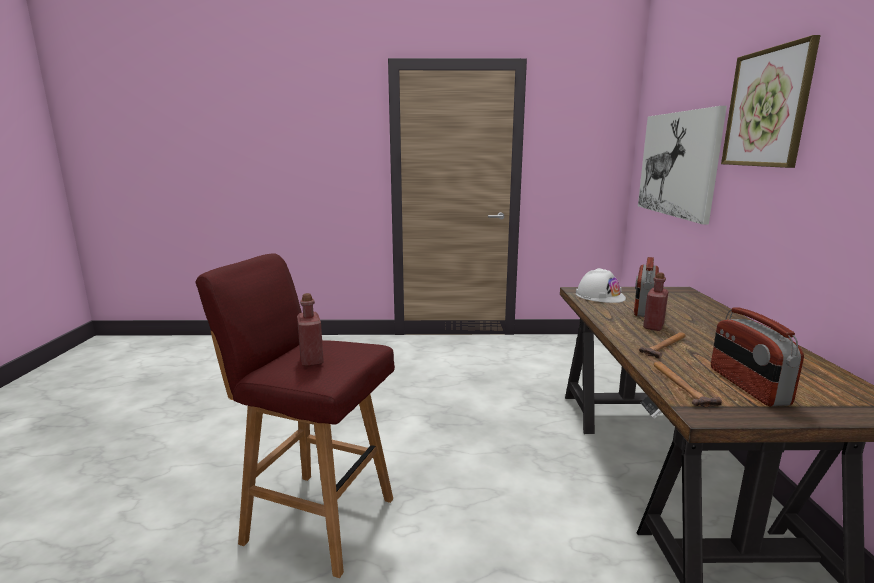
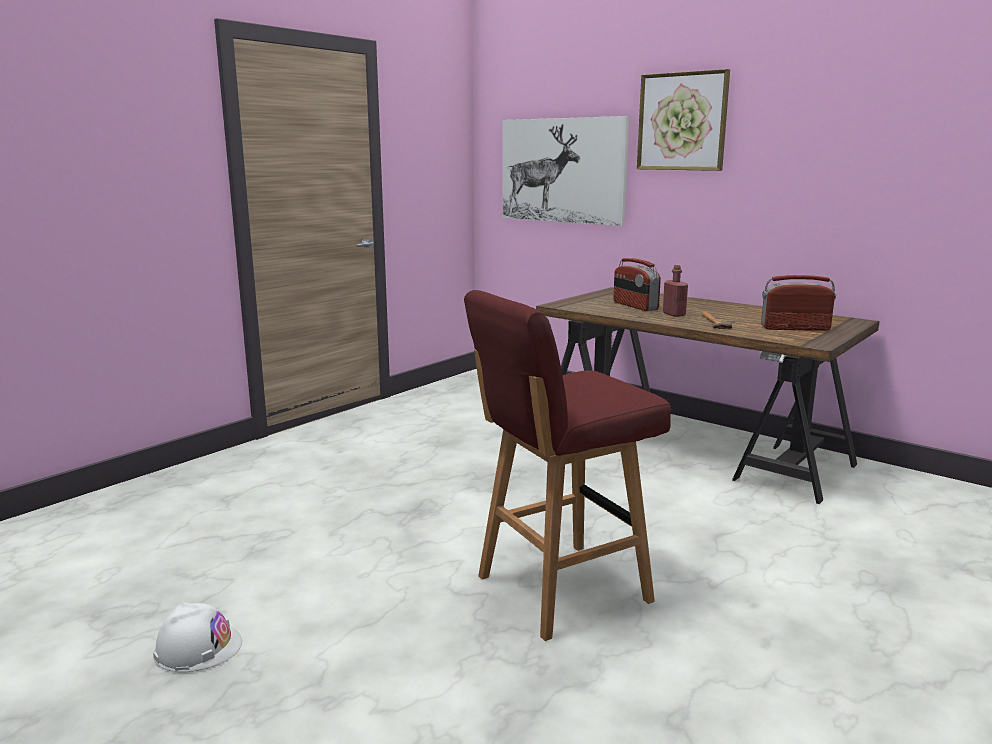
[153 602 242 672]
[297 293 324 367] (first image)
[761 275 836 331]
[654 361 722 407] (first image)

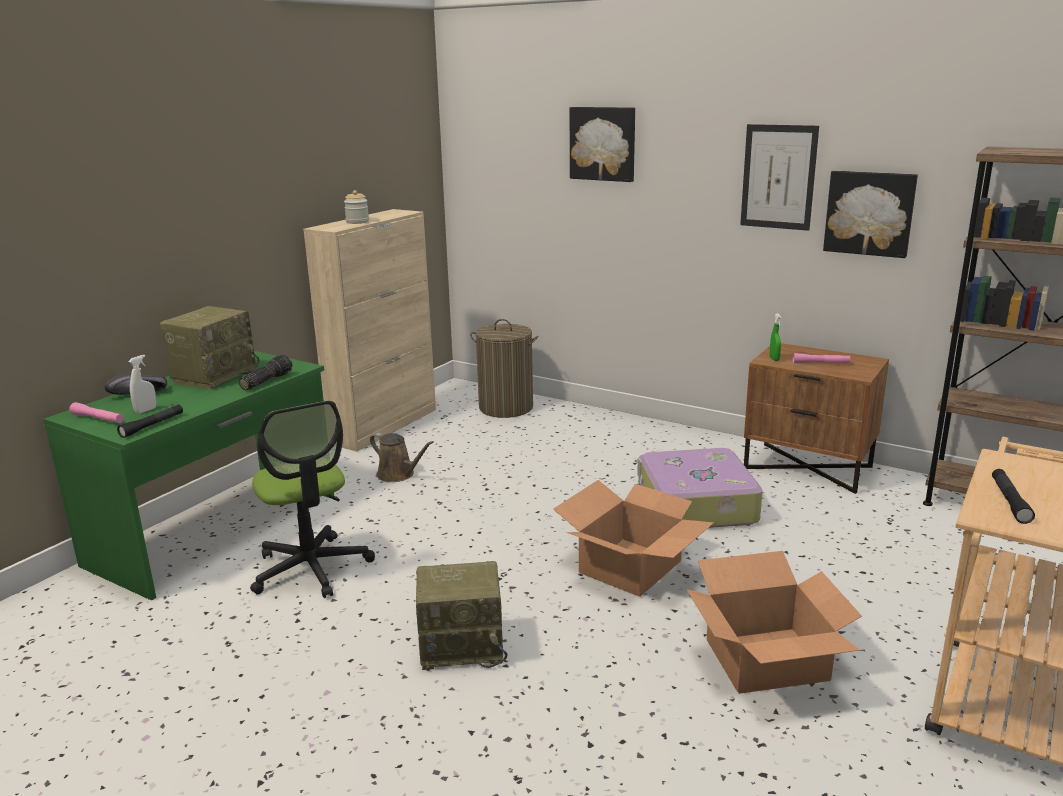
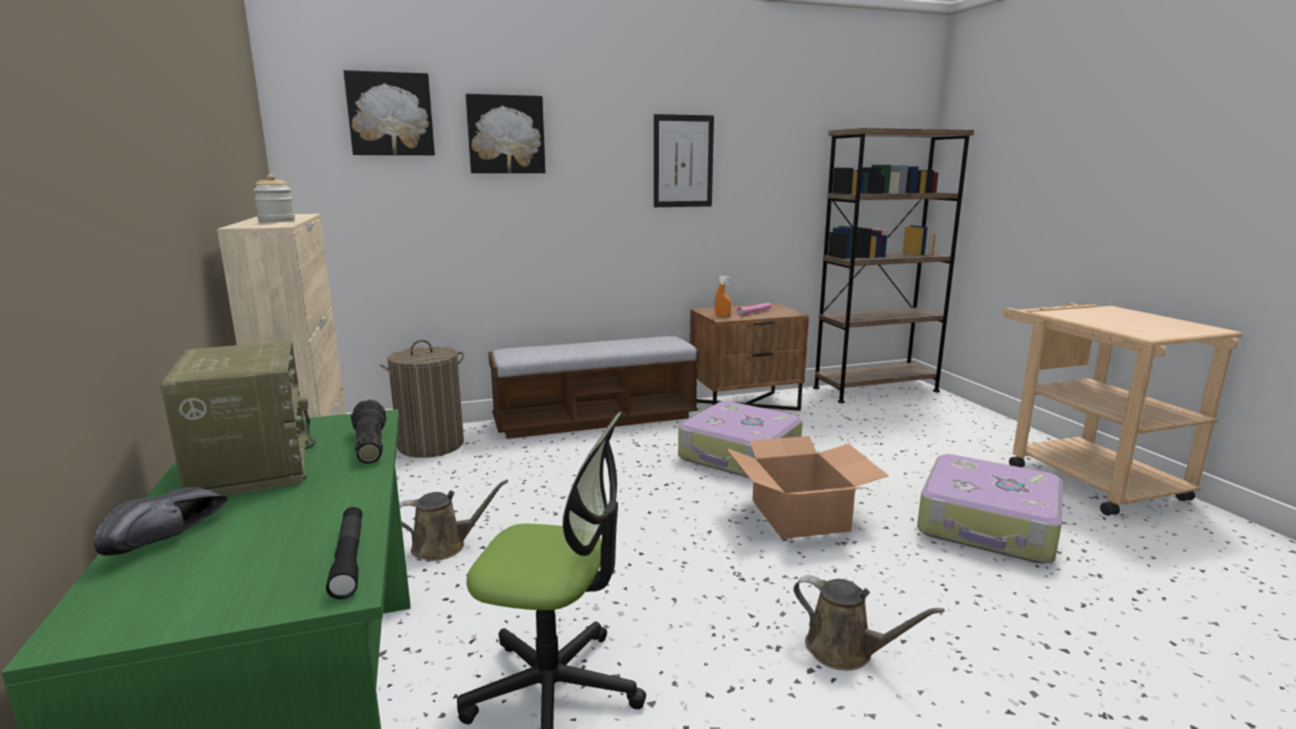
[344 70 435 155]
[715 276 731 317]
[128 355 156 414] (first image)
[69 402 124 423] (first image)
[992 469 1035 524] (first image)
[917 454 1063 563]
[794 575 945 670]
[488 336 699 439]

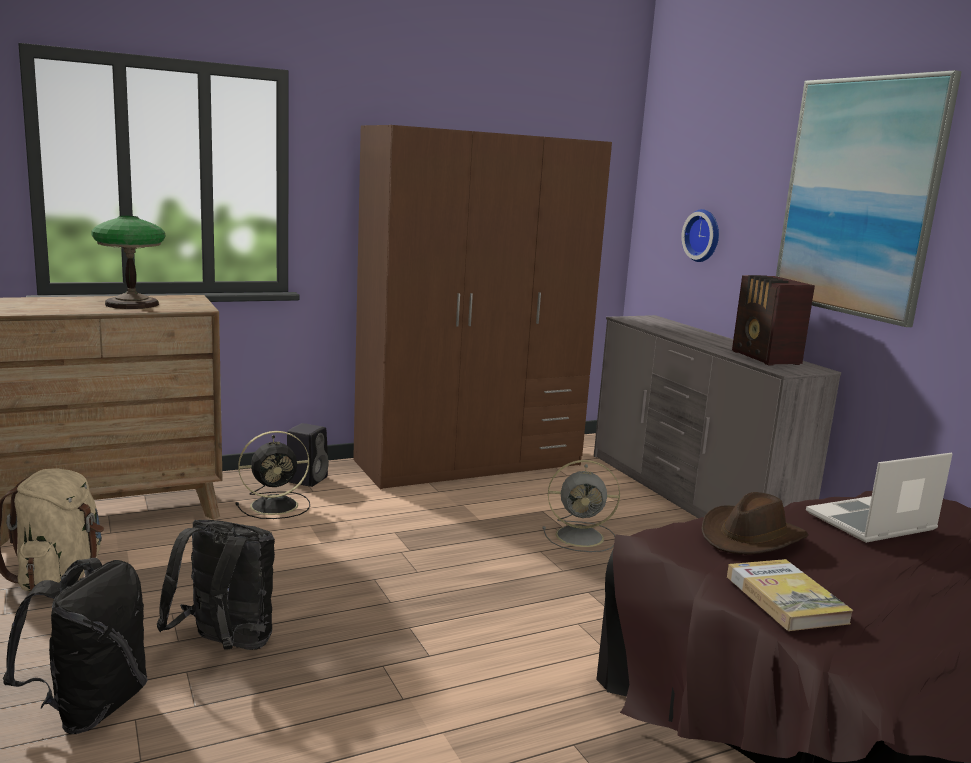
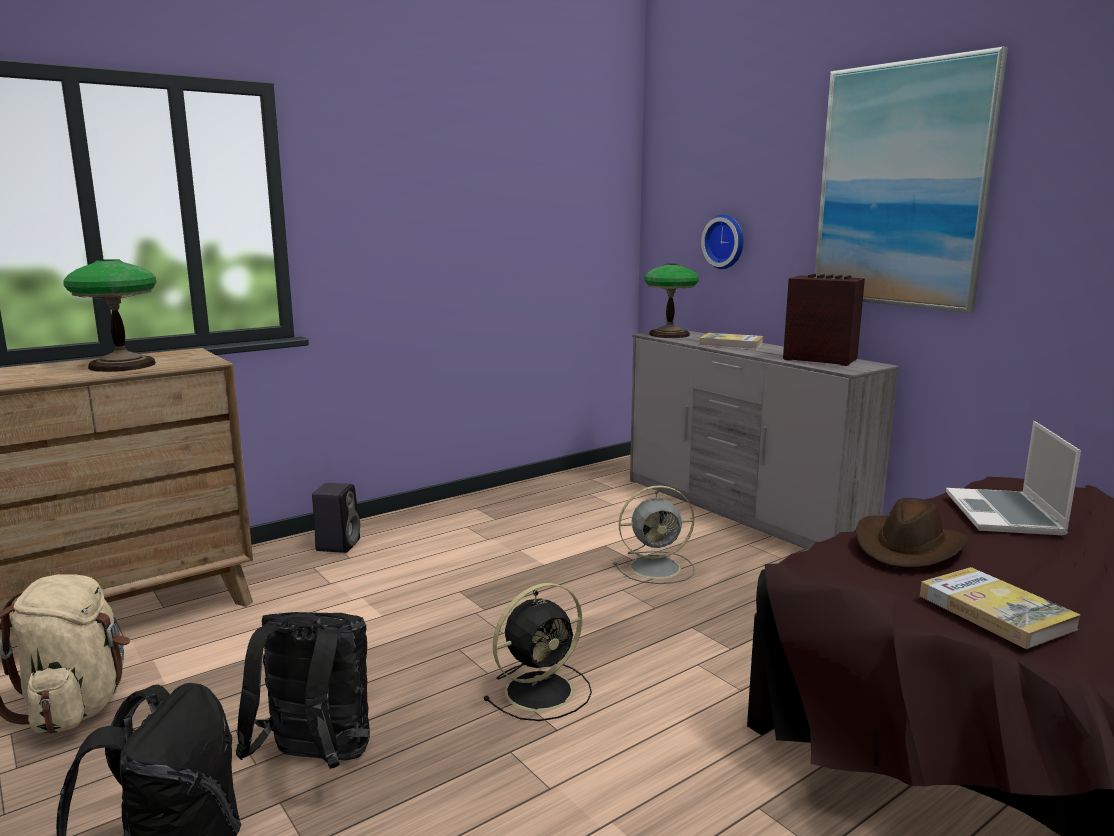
[353 125 612 490] (first image)
[783 274 865 366]
[483 583 592 721]
[946 421 1081 535]
[644 264 699 338]
[699 333 763 349]

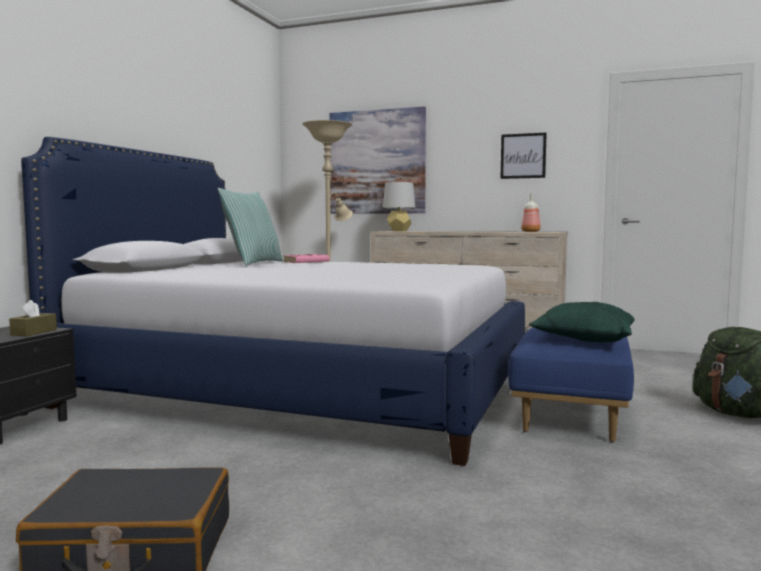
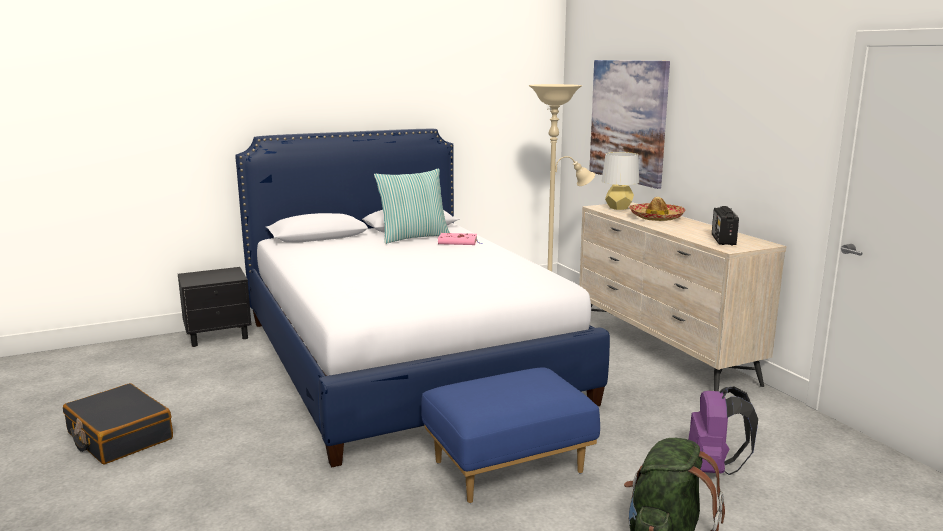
[500 133 547 179] (first image)
[712 206 739 245]
[9 300 57 336] (first image)
[529 302 635 342] (first image)
[629 197 686 221]
[688 386 758 475]

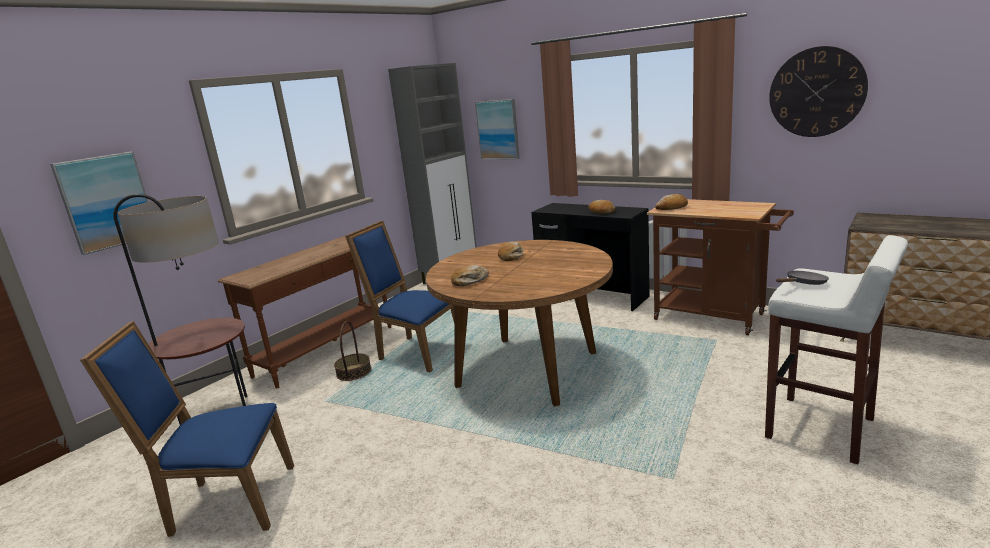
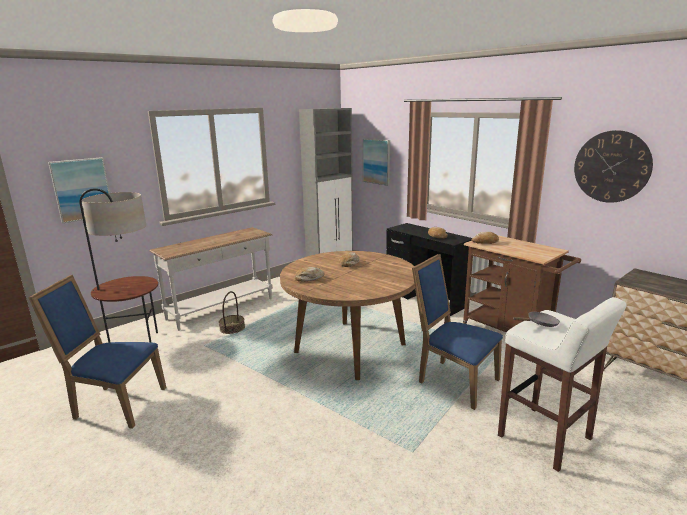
[412 254 503 410]
[150 227 273 331]

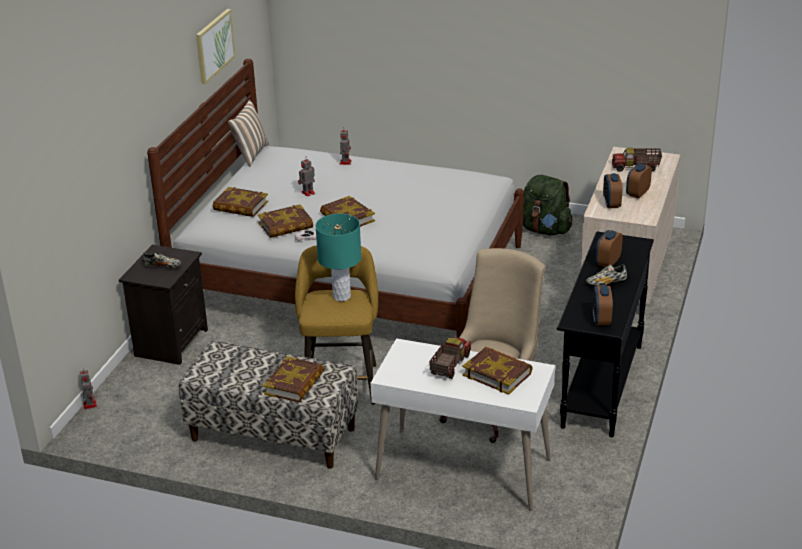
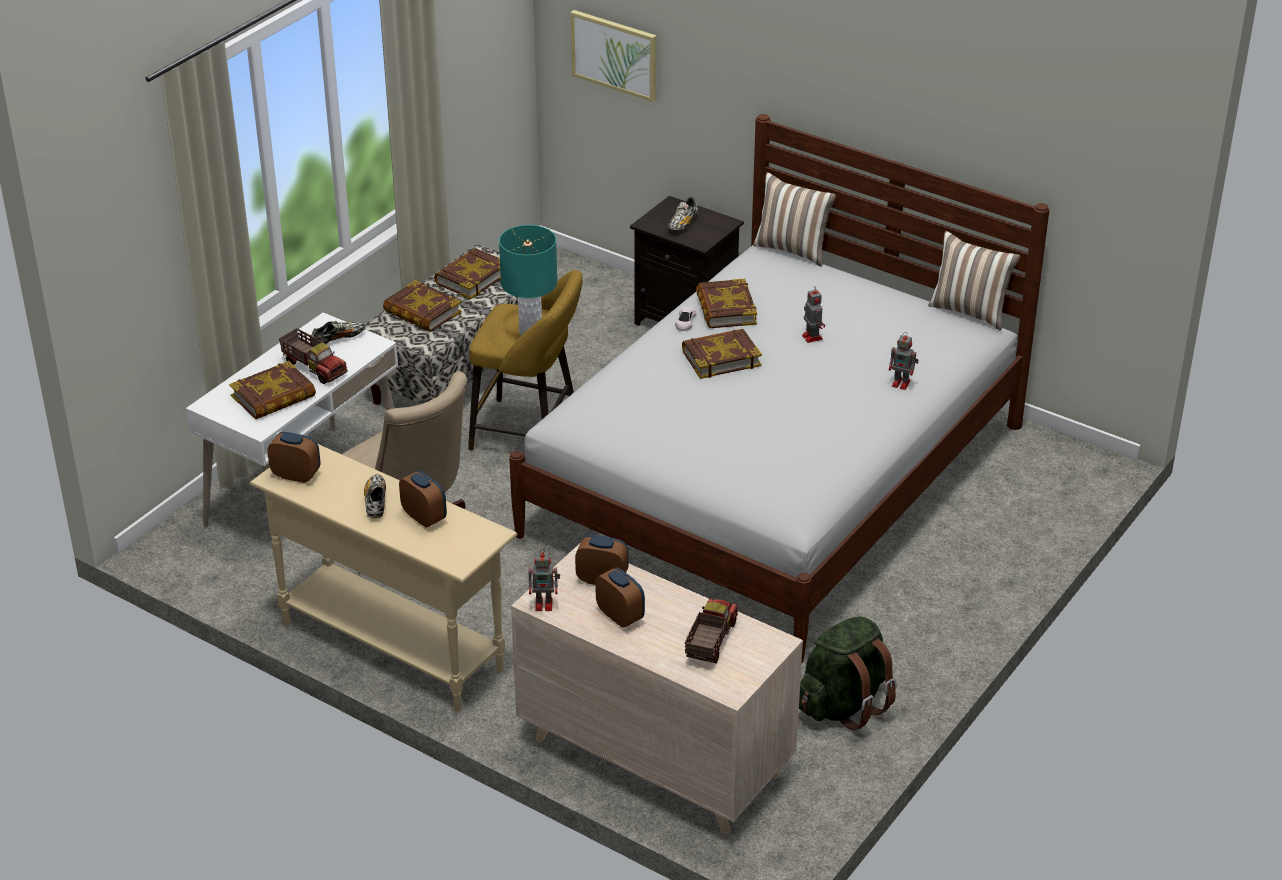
[571 10 656 102]
[434 248 501 299]
[250 444 517 712]
[528 549 560 611]
[753 172 836 267]
[311 321 365 344]

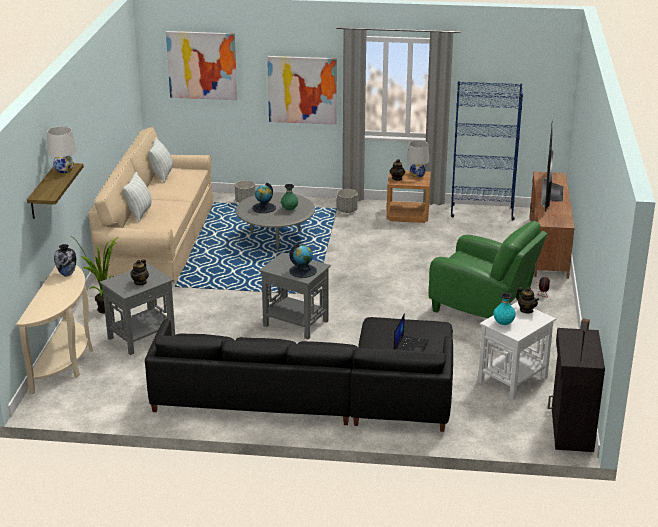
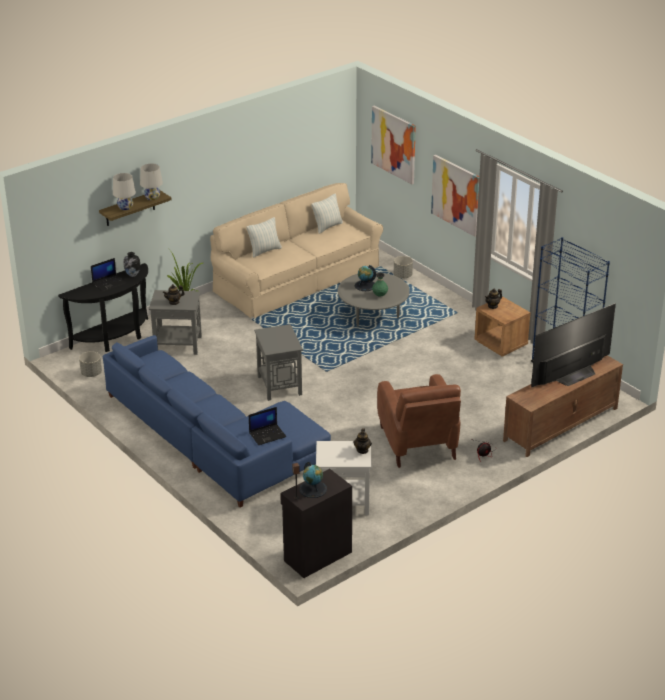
[113 173 136 210]
[79 351 102 377]
[377 374 461 468]
[299 462 327 498]
[58 263 148 352]
[494 292 516 325] (first image)
[103 335 331 508]
[91 258 126 291]

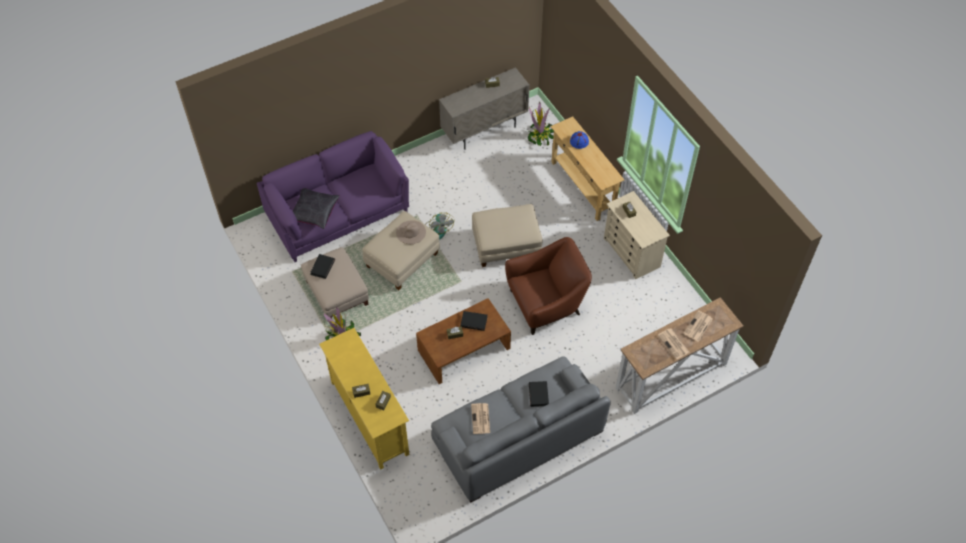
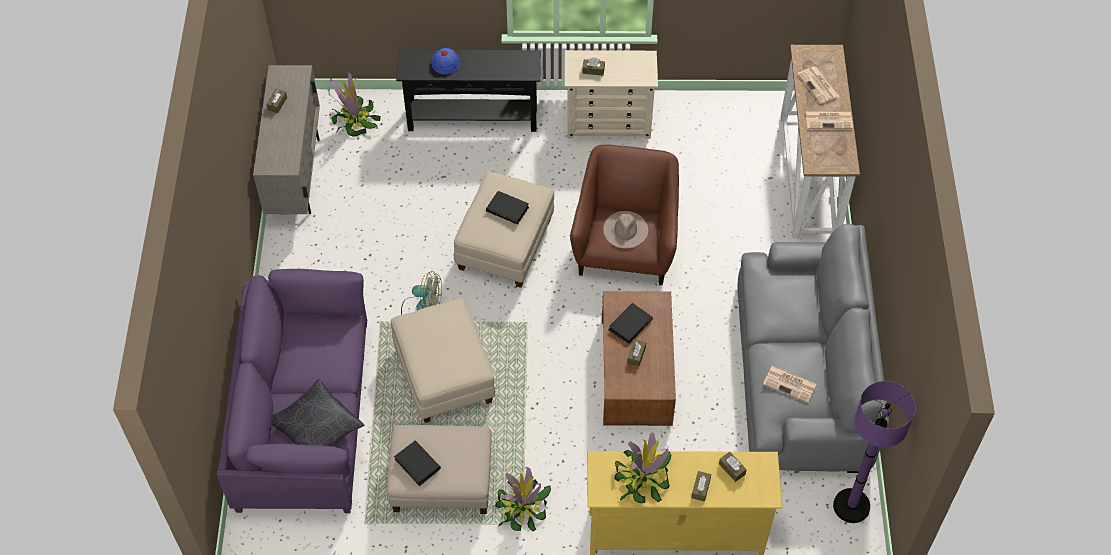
[396 50 541 132]
[603 211 648 249]
[486 191 529 225]
[833 381 916 523]
[614 432 671 503]

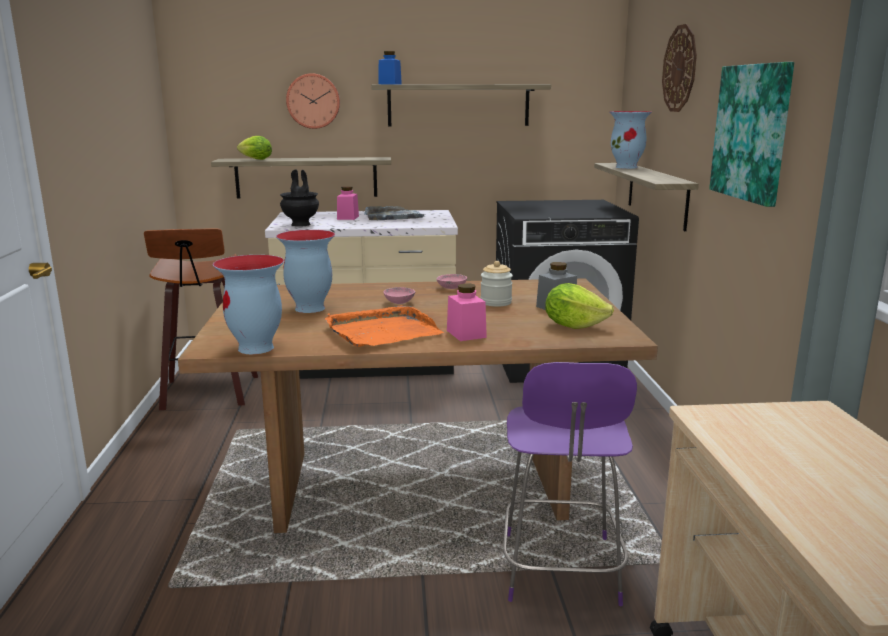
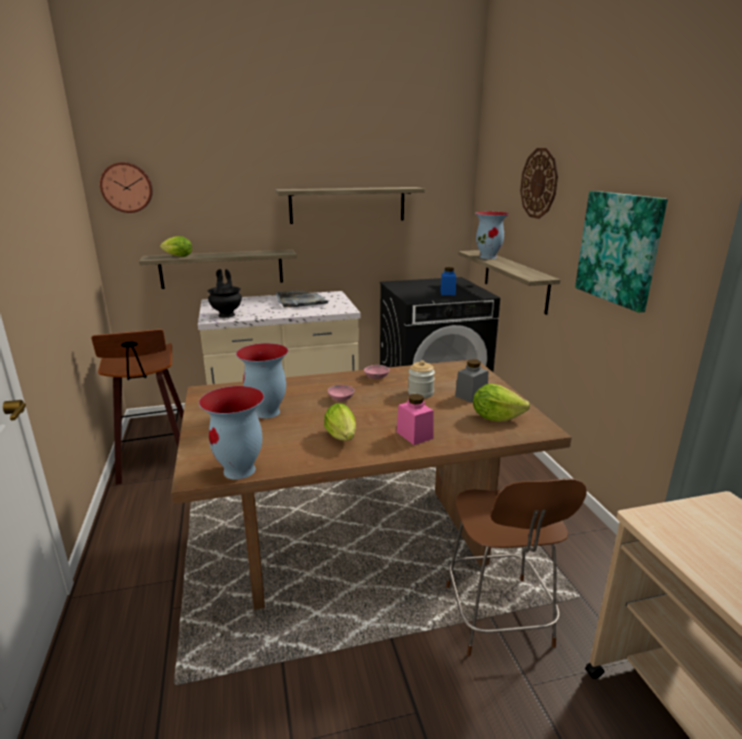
[440 267 456 295]
[100 162 153 213]
[337 186 359 220] (first image)
[324 403 356 441]
[446 478 587 656]

